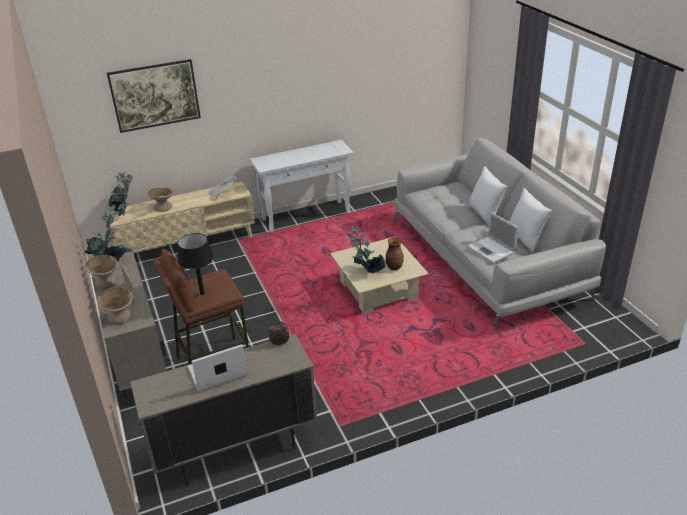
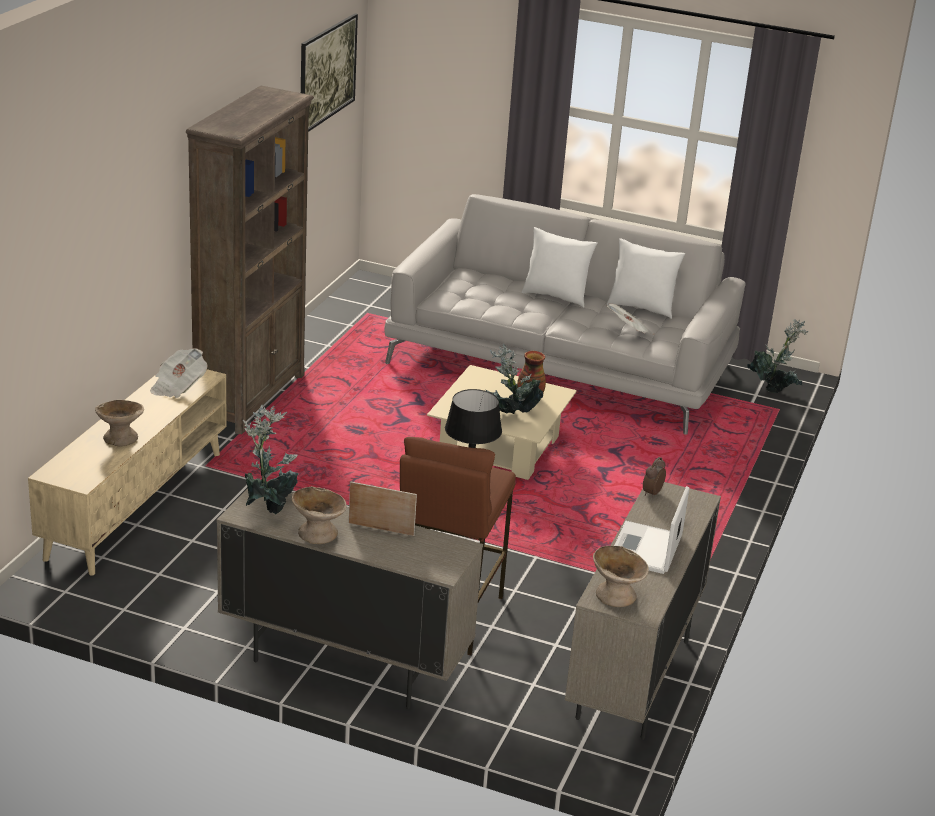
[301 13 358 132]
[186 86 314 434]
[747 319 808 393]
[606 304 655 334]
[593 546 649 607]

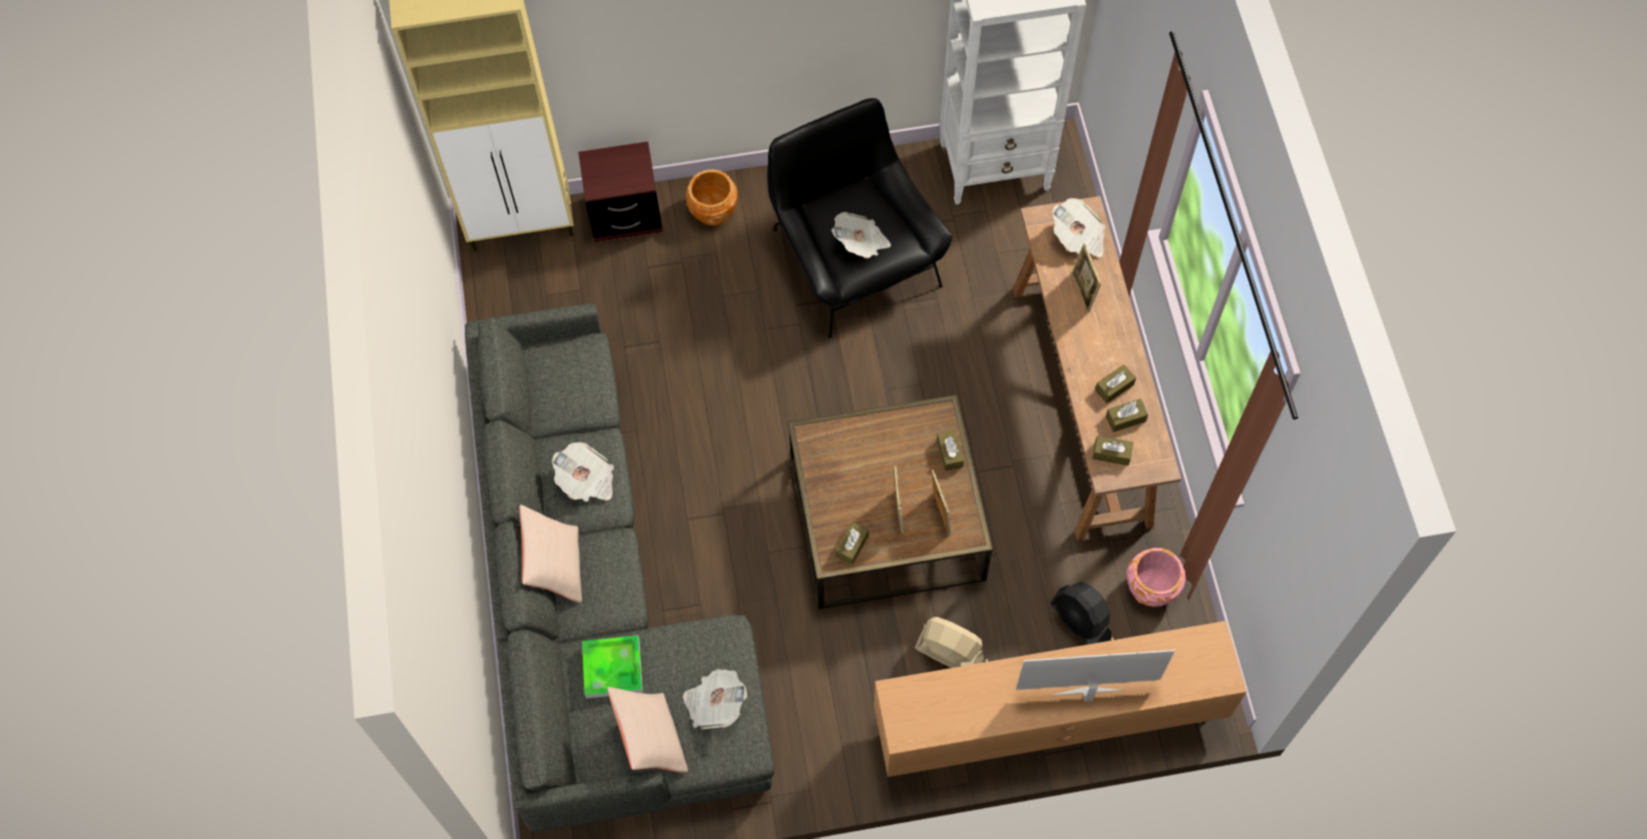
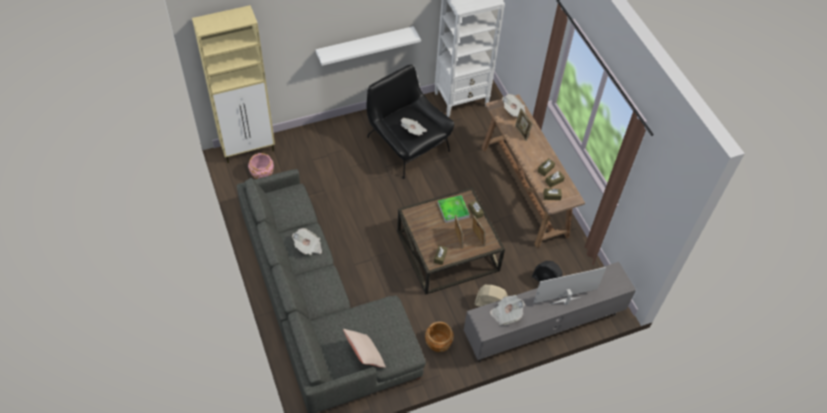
[578 141 663 242] (first image)
[425 322 454 352]
[519 505 582 603] (first image)
[248 153 274 179]
[464 262 636 362]
[438 195 470 223]
[490 295 525 326]
[316 26 421 66]

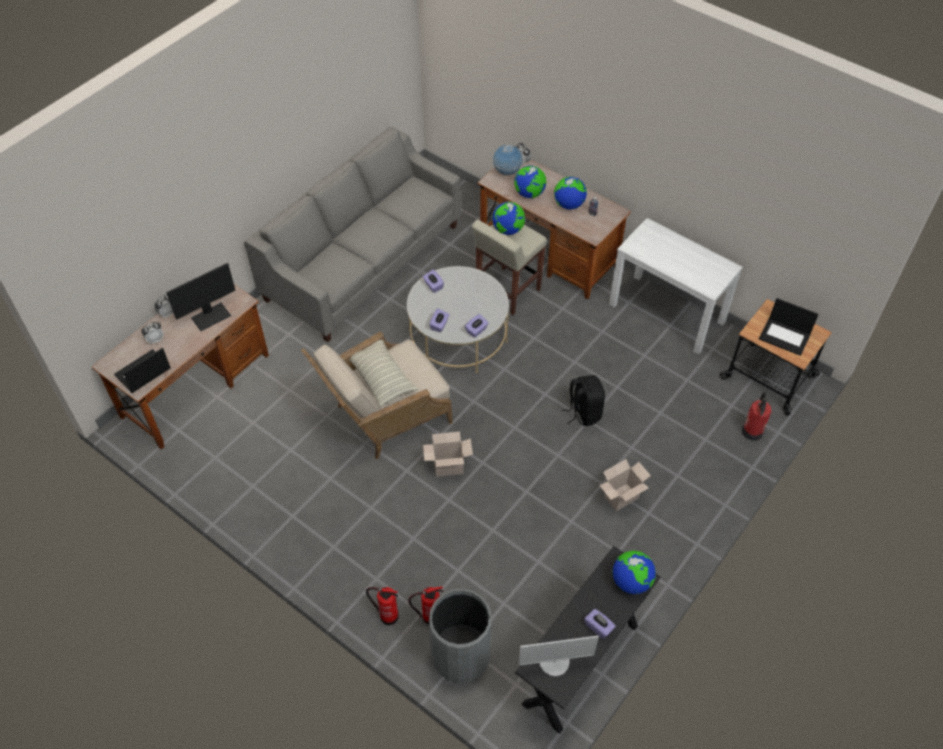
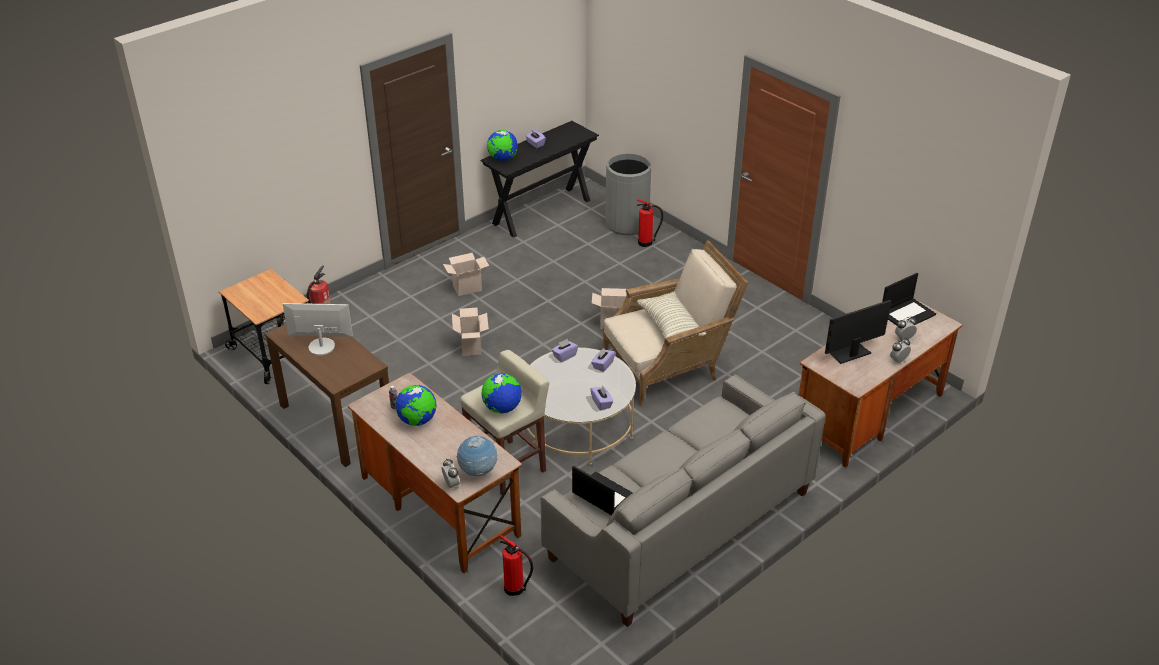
[514 166 546 198] (first image)
[265 324 389 467]
[572 466 633 515]
[452 308 489 356]
[499 535 533 596]
[283 303 353 356]

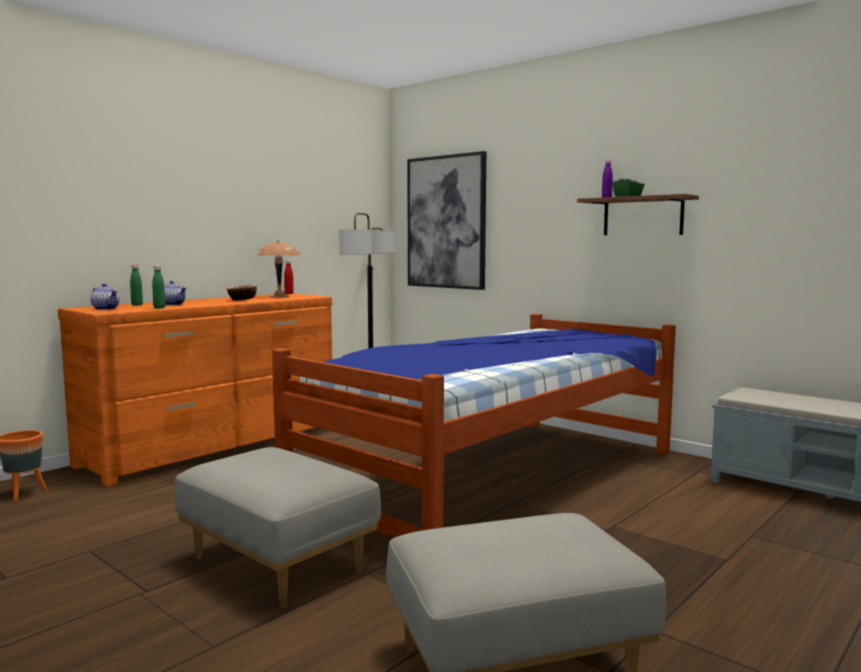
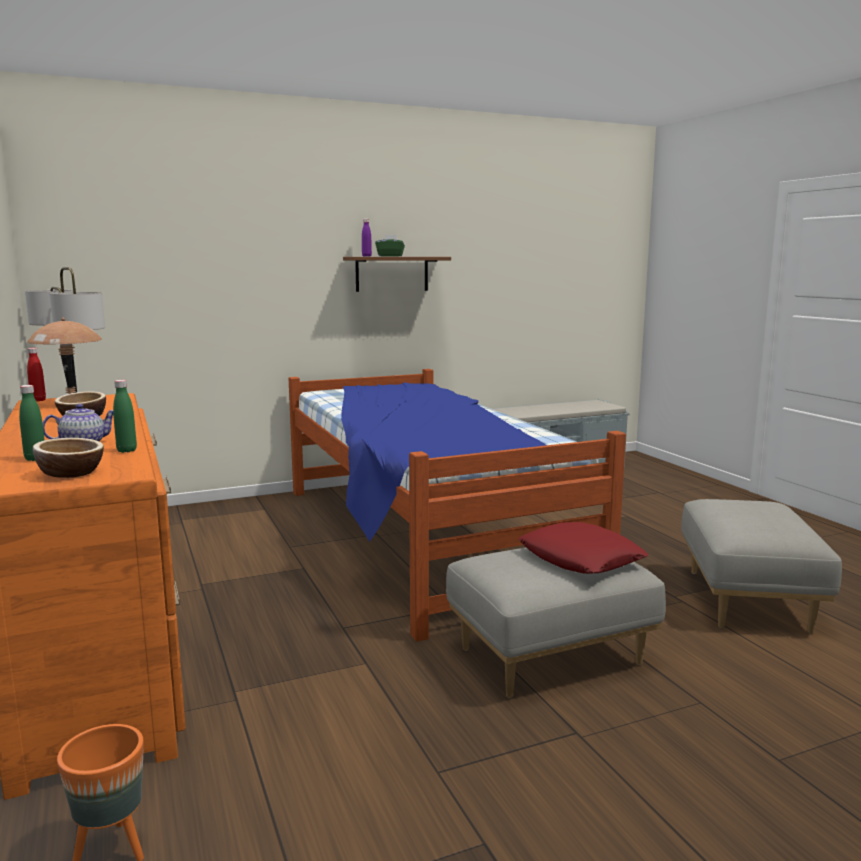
[407 151 486 290] (first image)
[33 438 104 478]
[518 522 649 574]

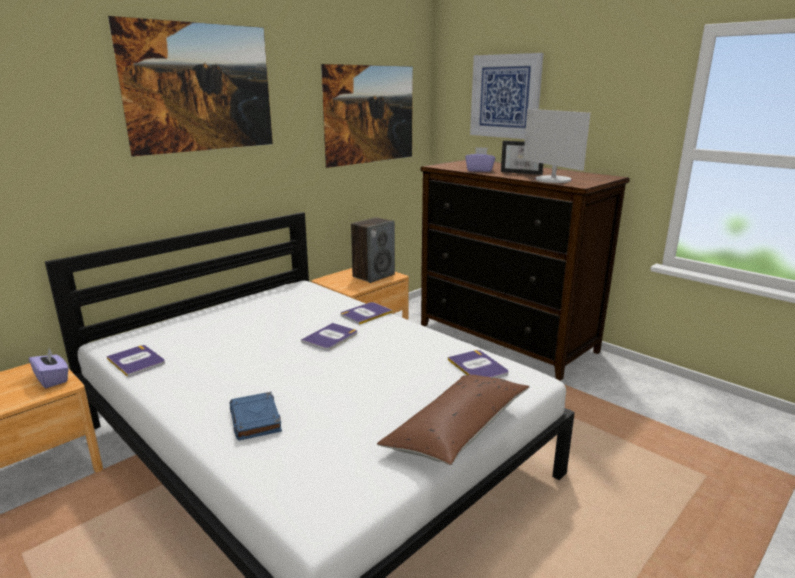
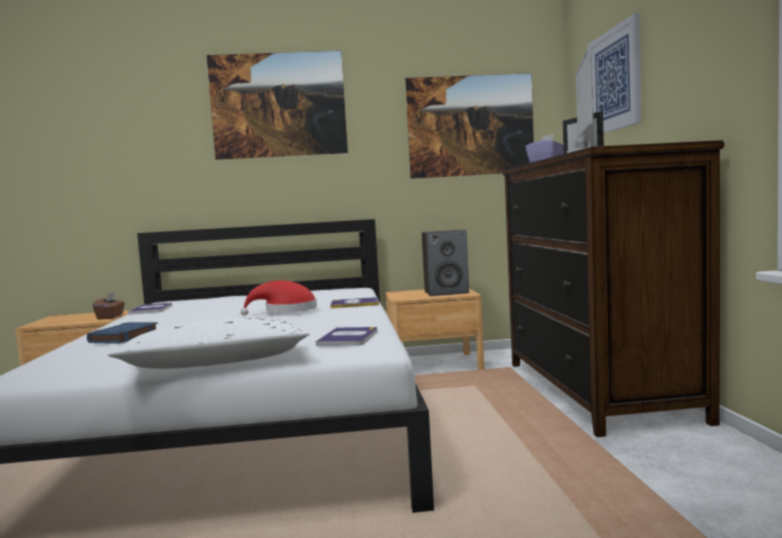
[240 280 317 316]
[93 292 125 320]
[108 318 310 369]

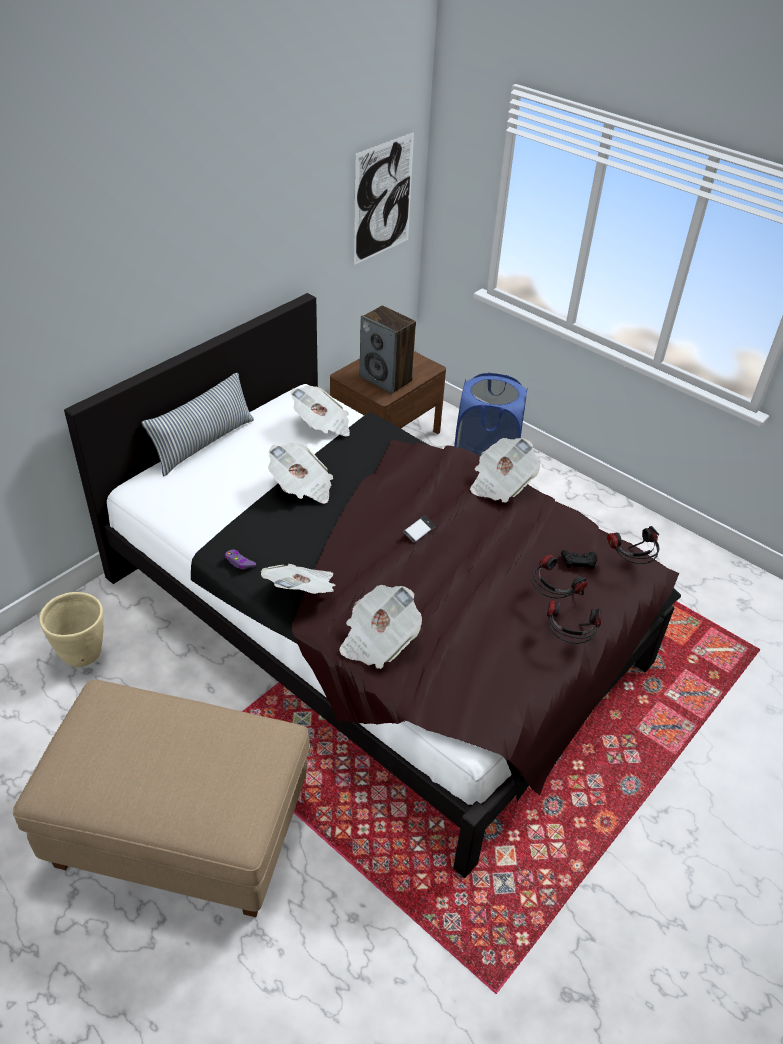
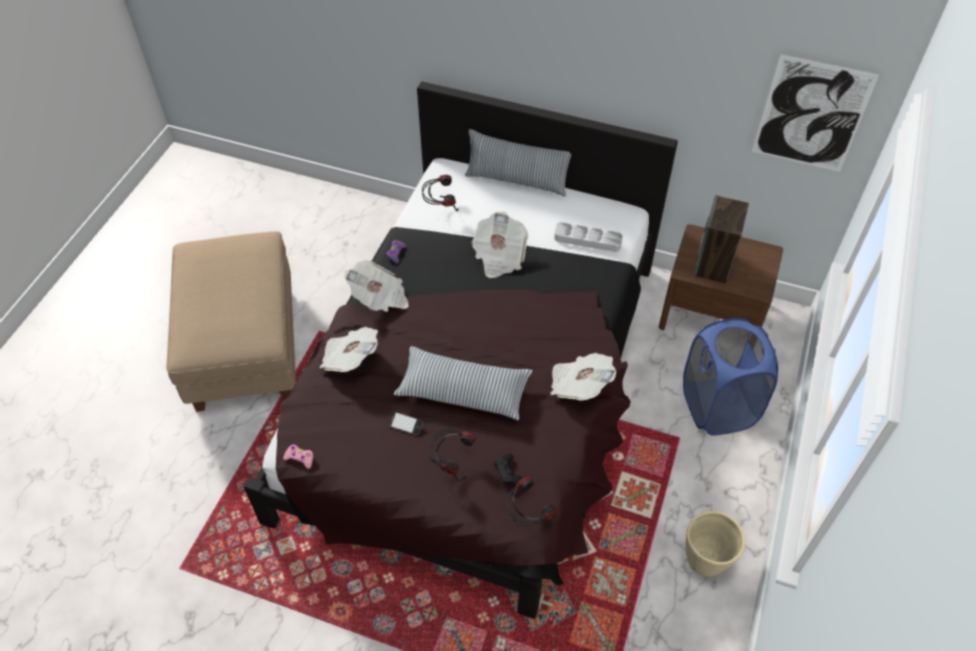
[554 222 623 252]
[389 412 423 435]
[685 511 745 577]
[422 175 459 212]
[394 346 533 420]
[283 444 313 469]

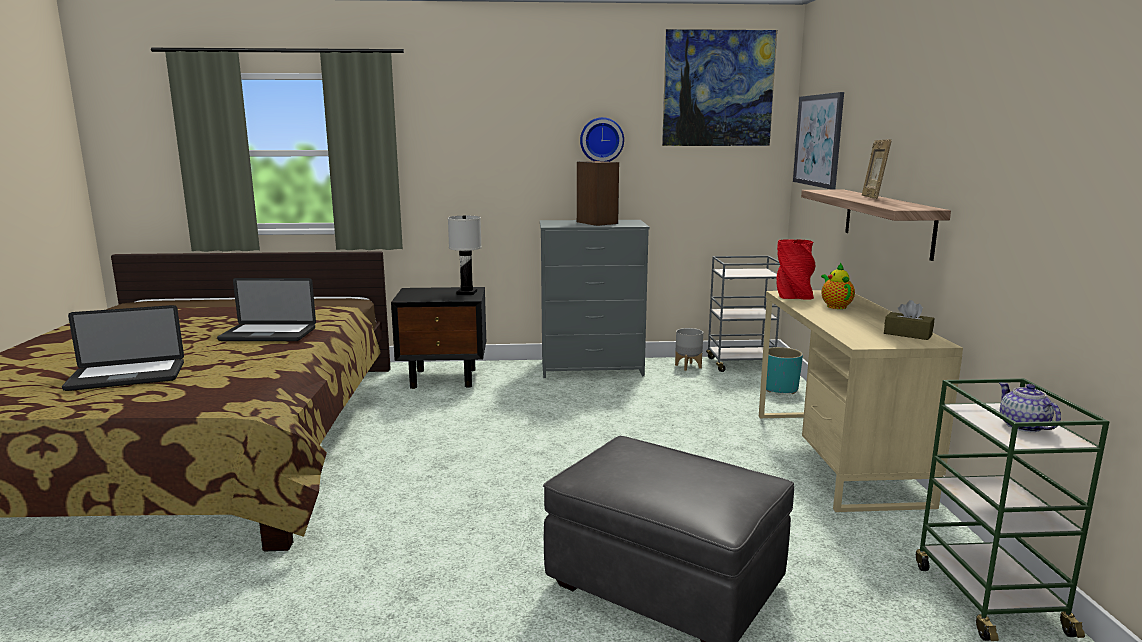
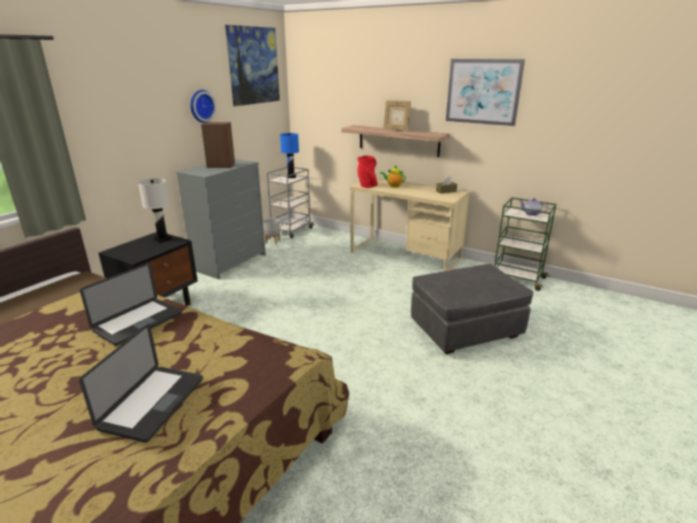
[446 59 525 126]
[766 347 803 394] (first image)
[280 133 299 178]

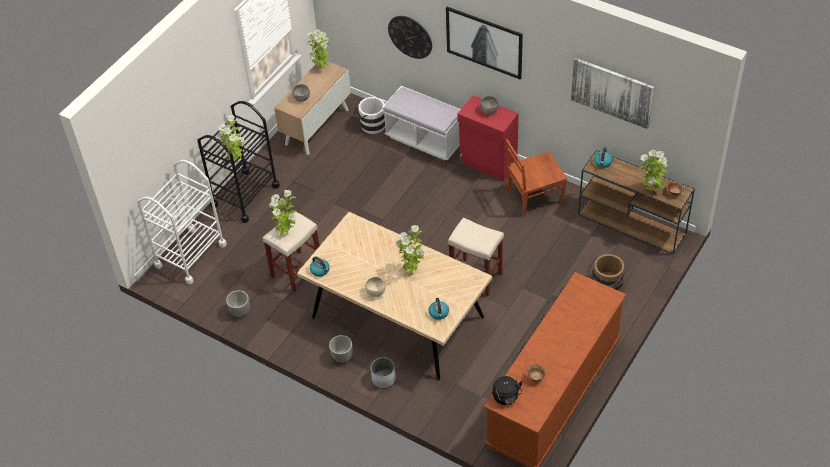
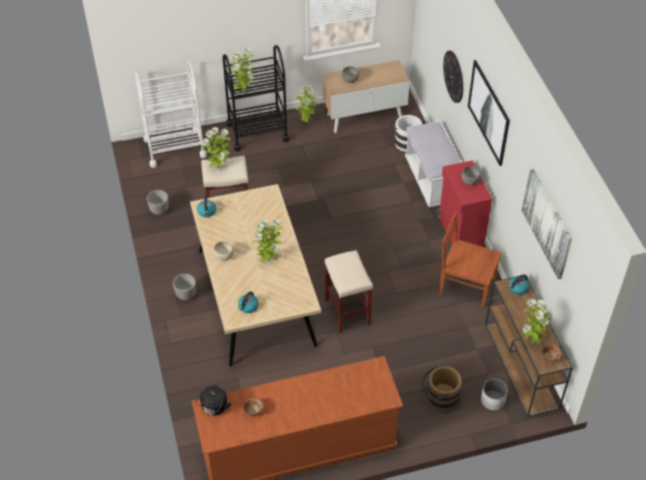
[295 84 318 122]
[481 379 508 410]

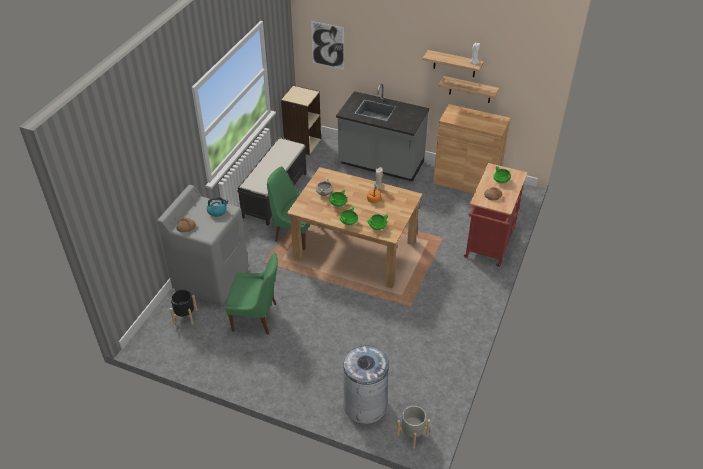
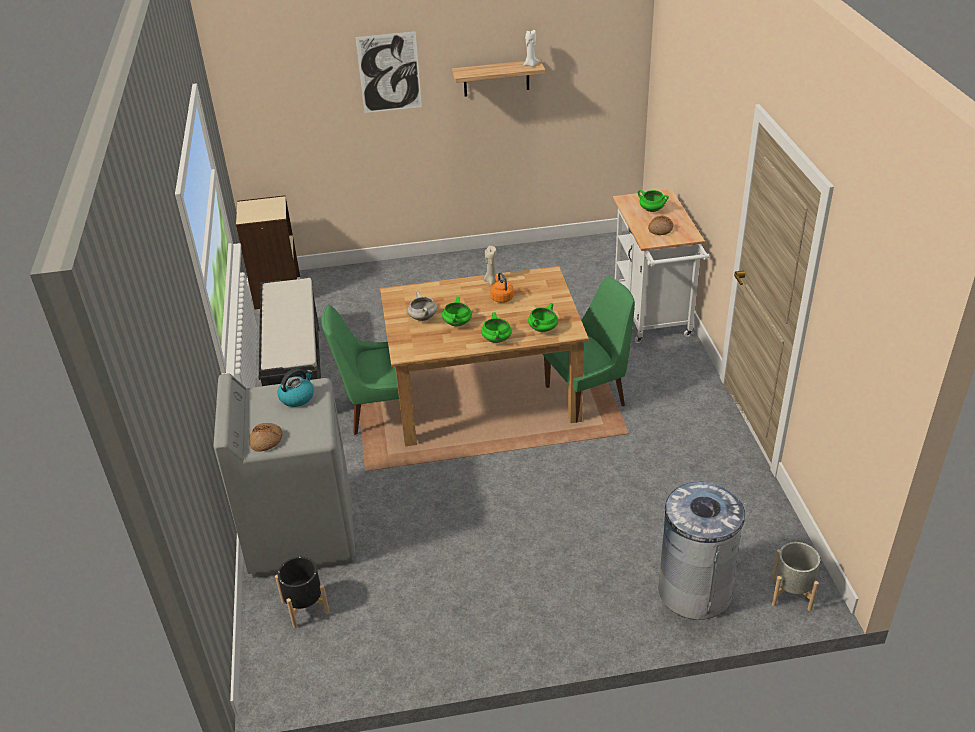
[355 31 422 113]
[439 76 499 103] (first image)
[336 84 429 182] (first image)
[433 104 510 194] (first image)
[613 189 709 343]
[543 276 635 423]

